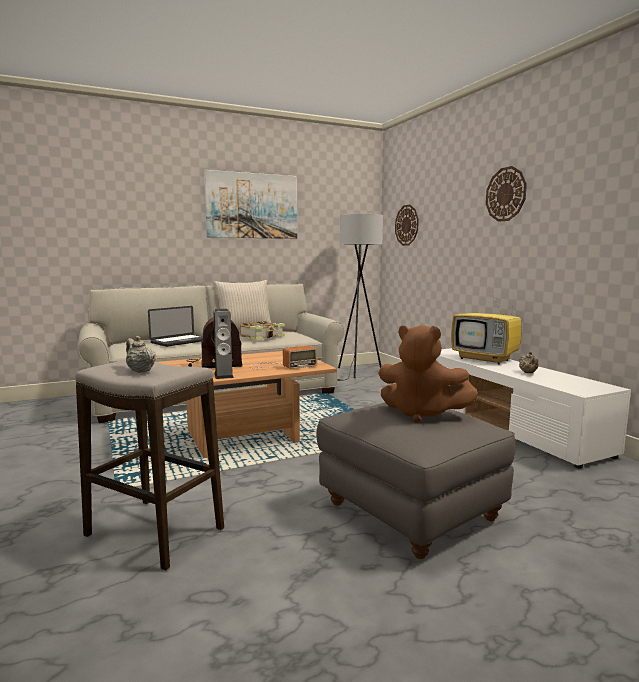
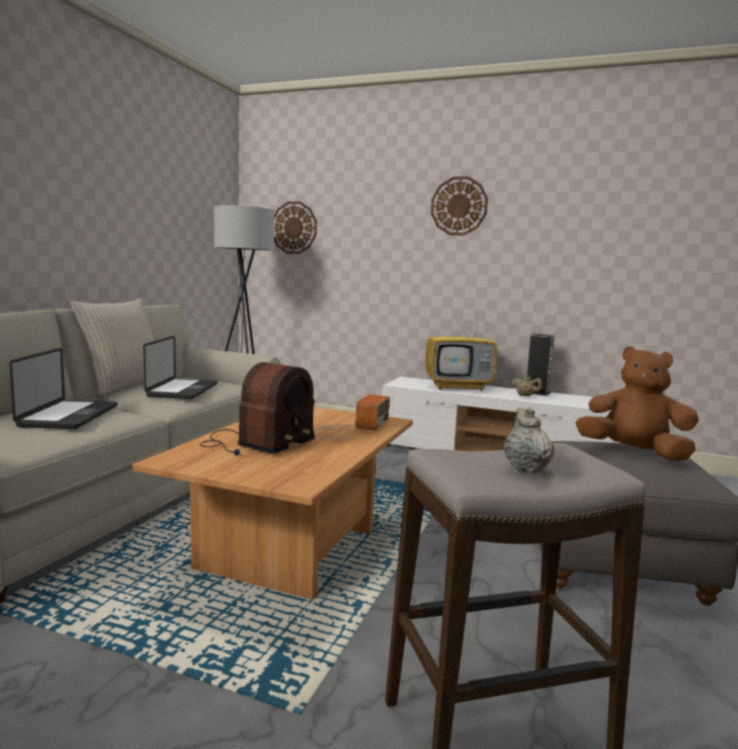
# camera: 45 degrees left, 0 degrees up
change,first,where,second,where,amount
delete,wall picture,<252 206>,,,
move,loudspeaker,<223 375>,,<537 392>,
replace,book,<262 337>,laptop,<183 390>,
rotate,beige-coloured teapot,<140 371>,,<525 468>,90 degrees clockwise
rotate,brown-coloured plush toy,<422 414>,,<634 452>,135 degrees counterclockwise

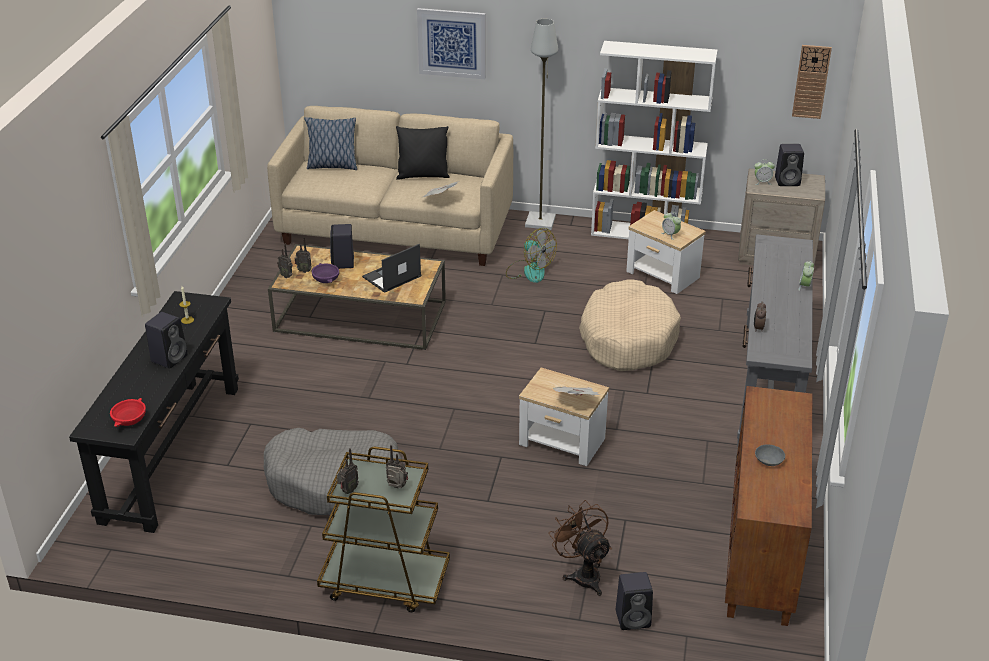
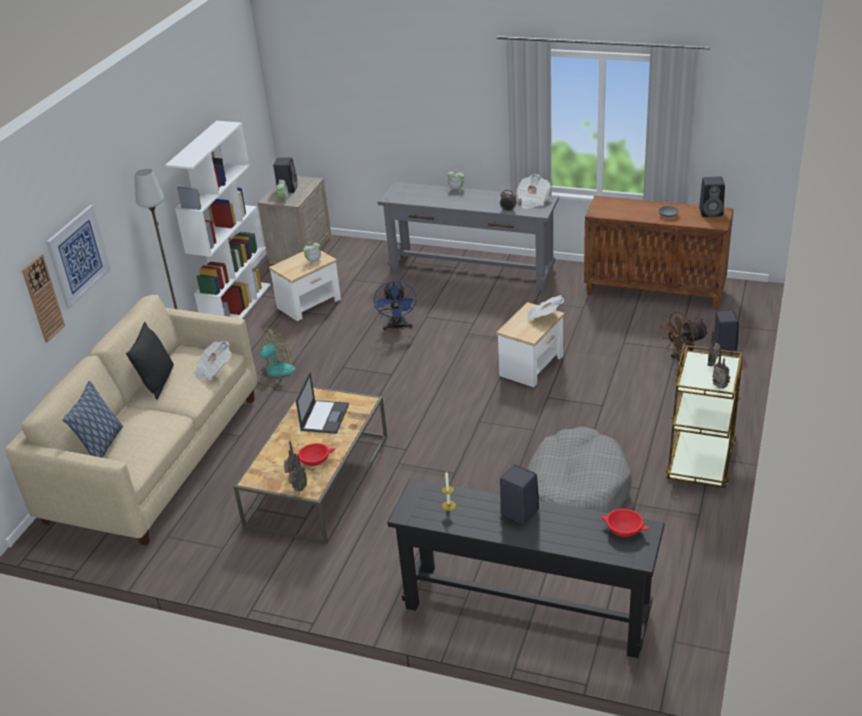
# camera: 80 degrees left, 0 degrees up
change,first,where,second,where,amount
insert,,,printed paper,<532 201>,
move,blackish loudspeaker,<343 263>,,<711 212>,
move,wall clock,<811 81>,,<43 298>,
replace,beige-coloured dog cushion,<628 338>,blue fan,<397 327>,
recolor,purple serving bowl,<325 279>,red serving bowl,<314 461>,
rotate,laptop,<391 277>,,<325 417>,135 degrees counterclockwise

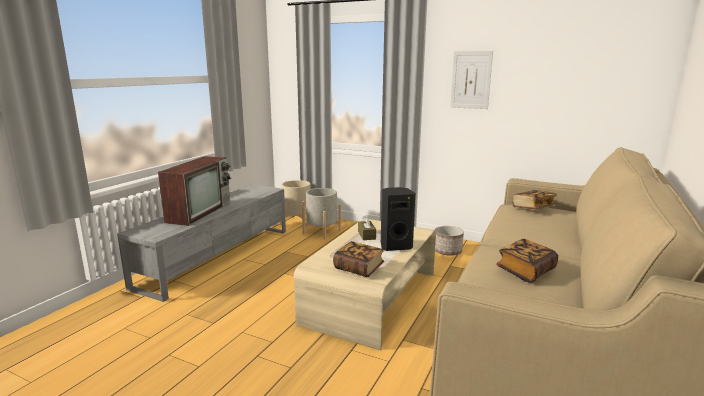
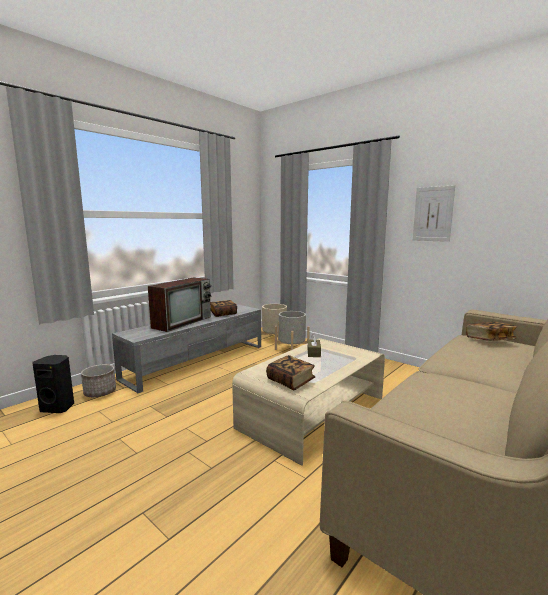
# camera: 15 degrees right, 5 degrees down
change,first,where,second,where,amount
move,blackish loudspeaker,<395 246>,,<58 407>,
move,flower pot,<447 251>,,<100 392>,
move,book,<525 271>,,<223 314>,

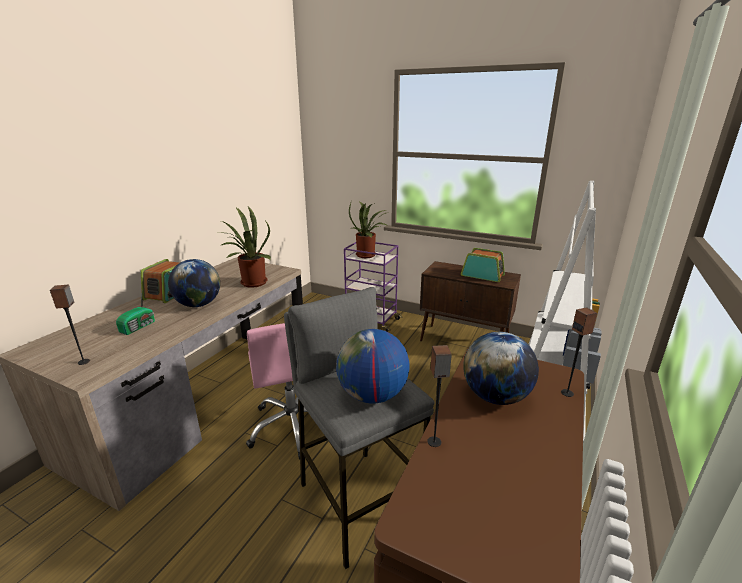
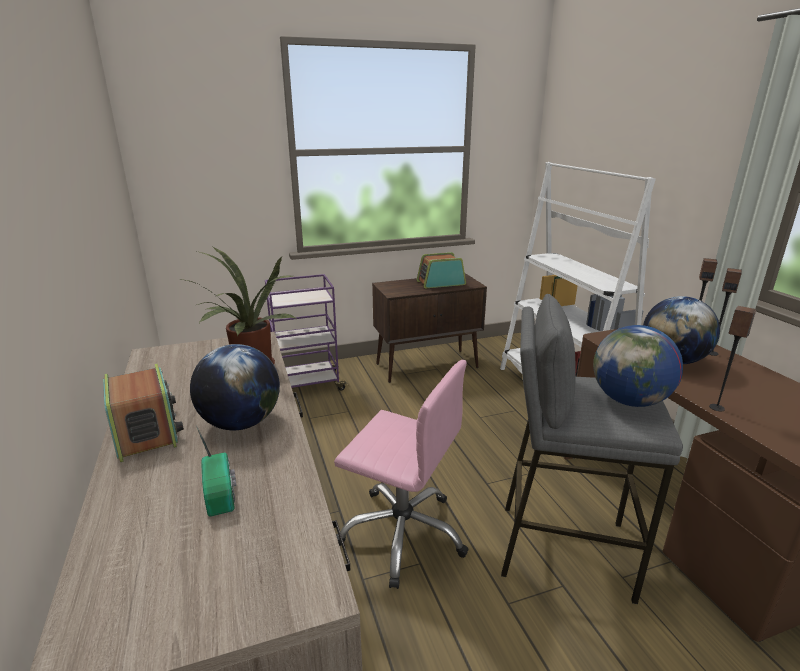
# camera: 45 degrees left, 0 degrees up
change,first,where,second,where,amount
delete,potted plant,<368 255>,,,
move,loudspeaker,<84 362>,,<712 353>,

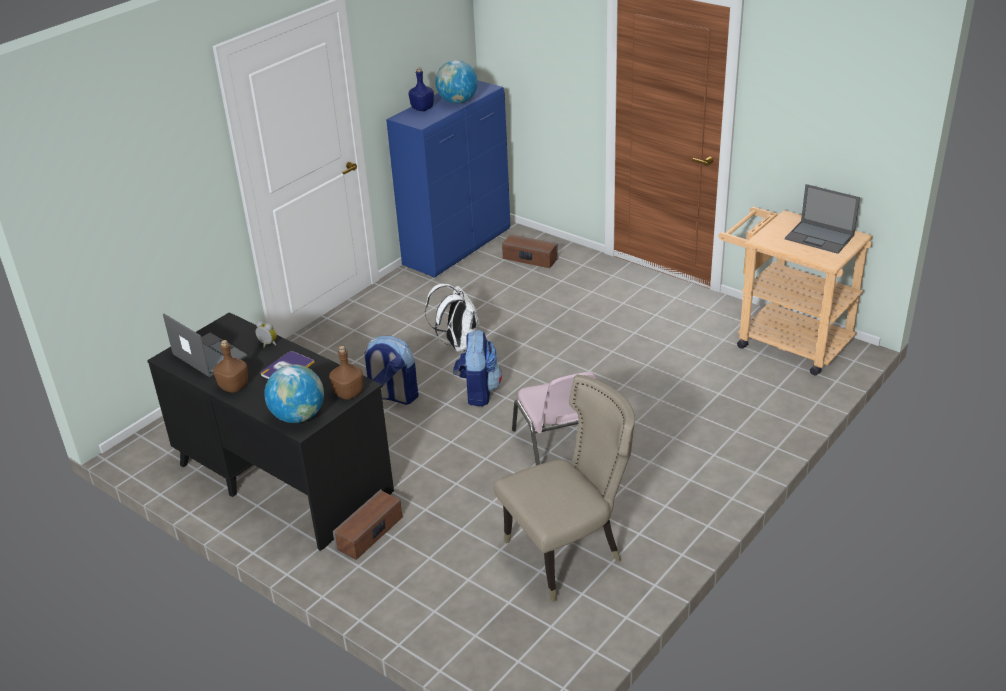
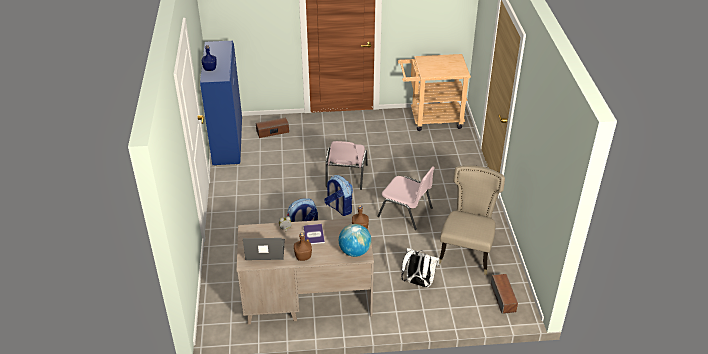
# camera: 45 degrees left, 5 degrees up
change,first,where,second,where,amount
delete,world globe,<457 102>,,,
delete,laptop,<820 237>,,,
insert,,,pinkish plain chair,<345 176>,
move,loudspeaker,<370 533>,,<503 298>,
move,white-coloured knapsack,<458 344>,,<418 282>,
recolor,blackish desk,<281 478>,beige-coloured desk,<307 298>,

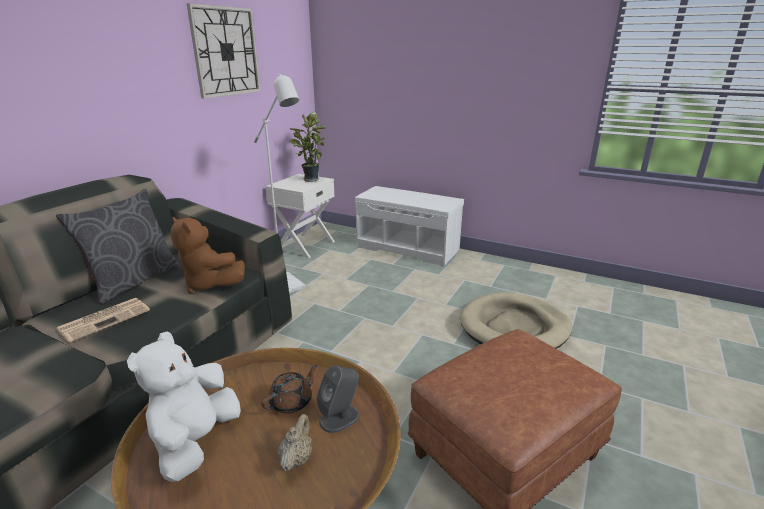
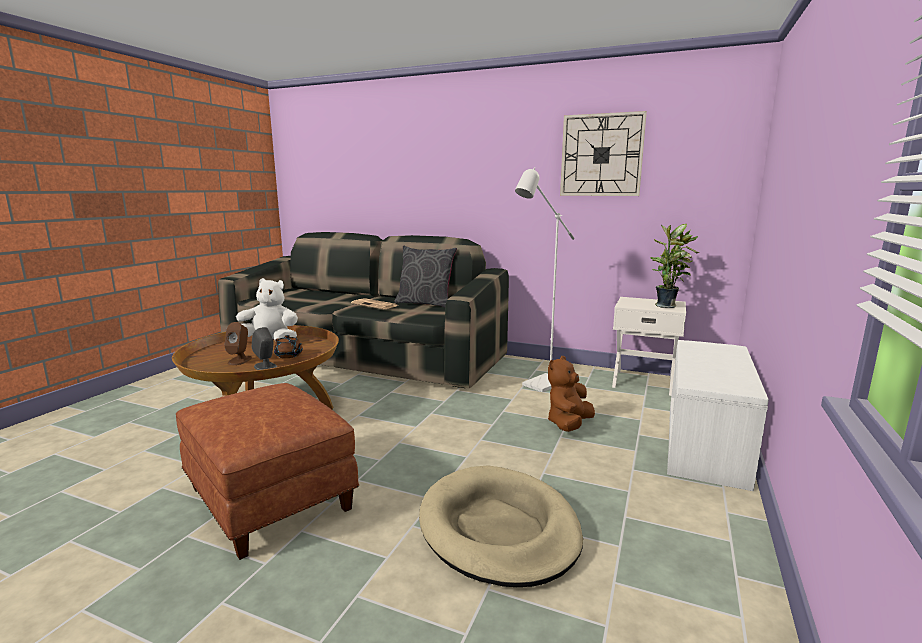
# camera: 85 degrees right, 10 degrees down
change,first,where,second,where,amount
move,brown-coloured plush toy,<209 284>,,<568 424>,
replace,beige-coloured teapot,<296 459>,brown-coloured loudspeaker,<240 360>,

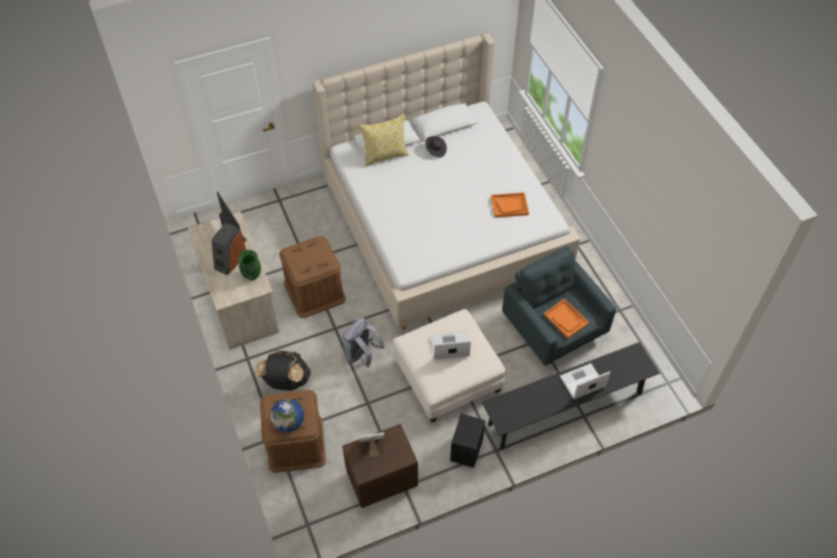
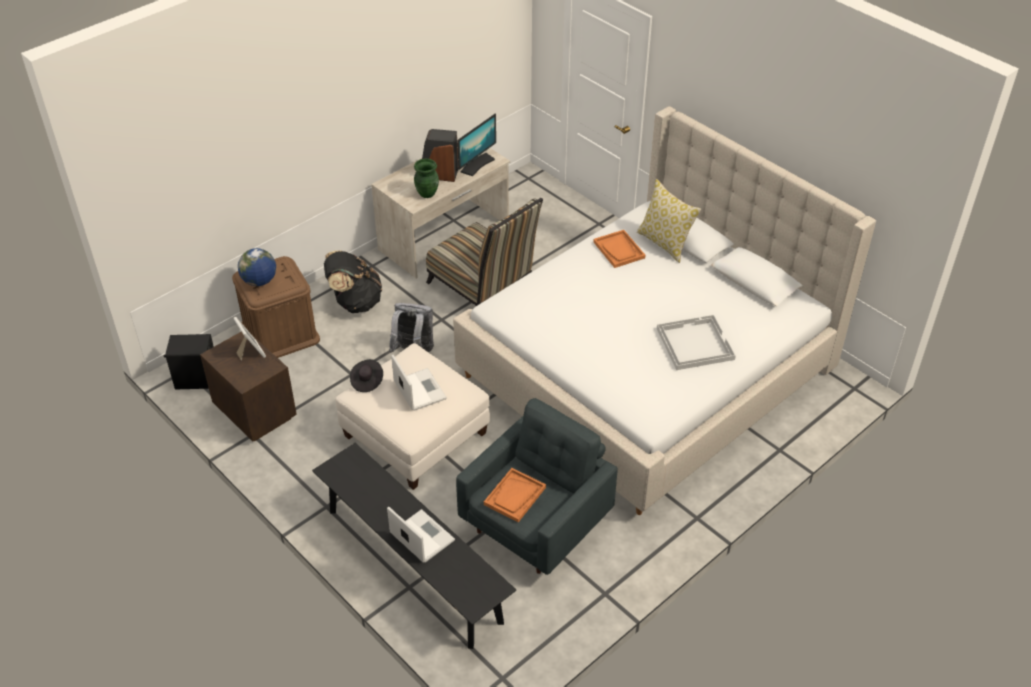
# camera: 70 degrees right, 10 degrees down
change,first,where,second,where,amount
insert,,,white-coloured tray,<694 343>,
move,blackish wearable hat,<435 150>,,<367 381>,
move,blackish loudspeaker,<466 450>,,<196 379>,
move,orangey tray,<509 205>,,<619 250>,
replace,brown-coloured storage bin,<314 291>,plain chair,<484 289>,

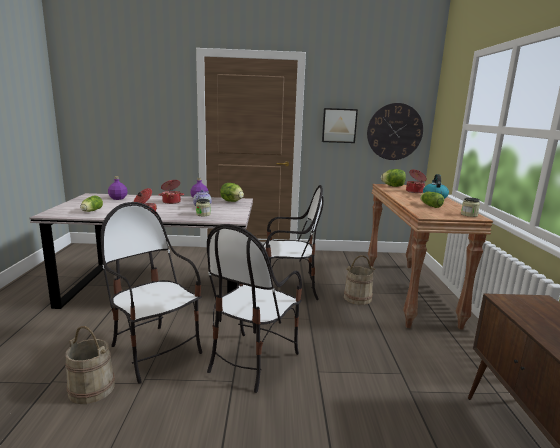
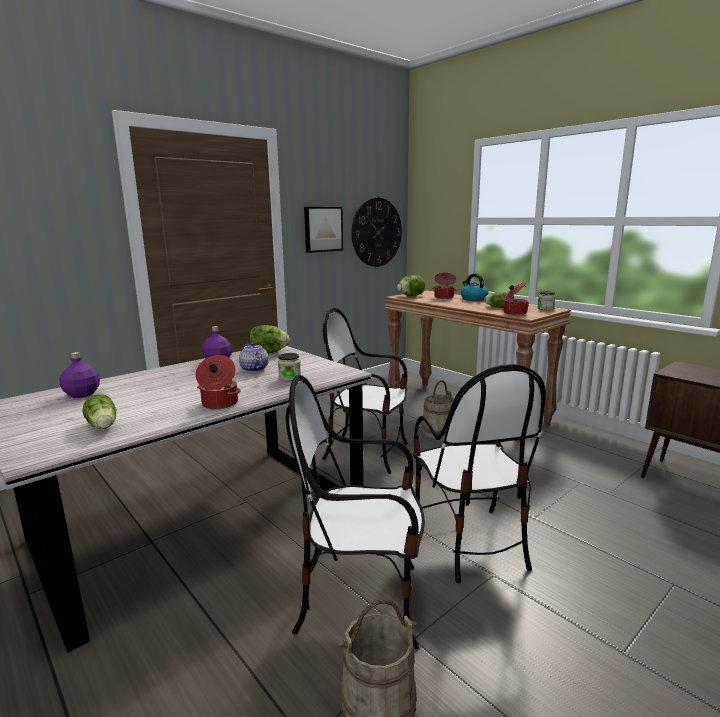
# camera: 40 degrees left, 0 degrees up
change,first,where,second,where,amount
move,cooking pot,<171 202>,,<514 313>,
rotate,plain chair,<288 290>,,<367 452>,120 degrees counterclockwise

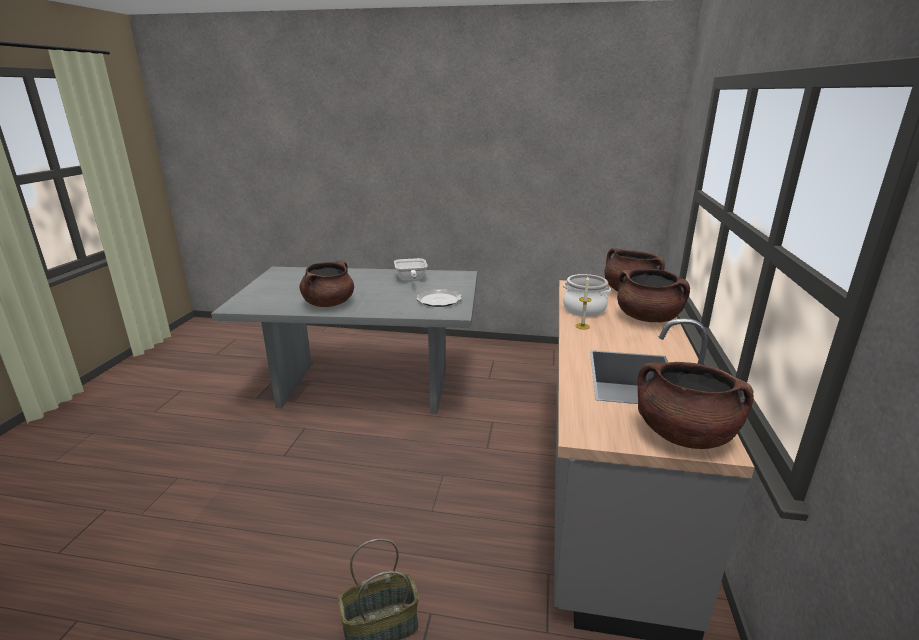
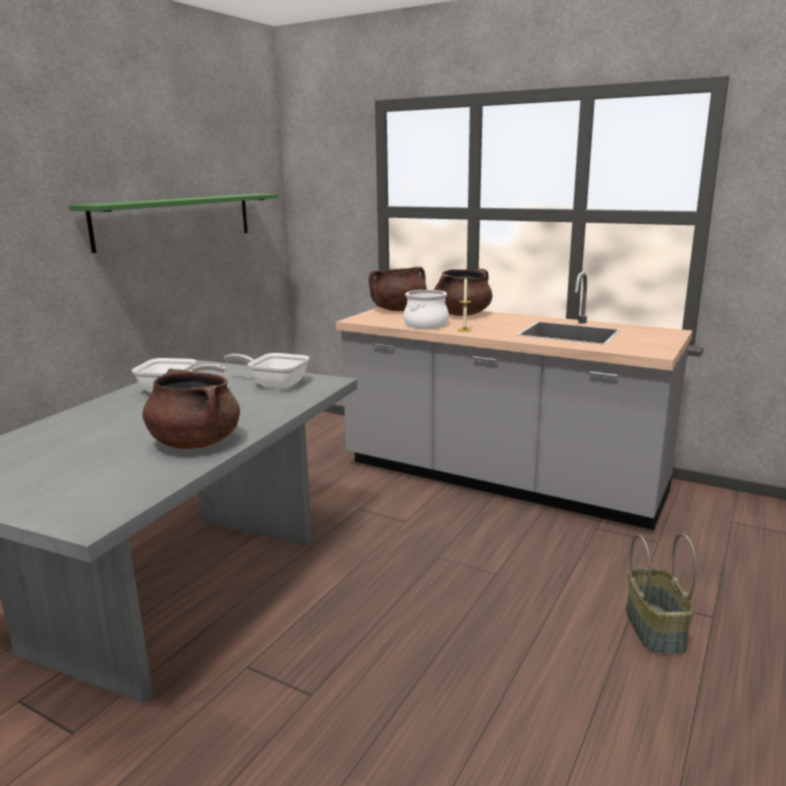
# camera: 70 degrees left, 5 degrees down
change,first,where,second,where,amount
delete,brown-coloured cooking pot,<683 435>,,,
insert,,,green shelf,<176 220>,
replace,plate,<439 300>,pan,<274 384>,

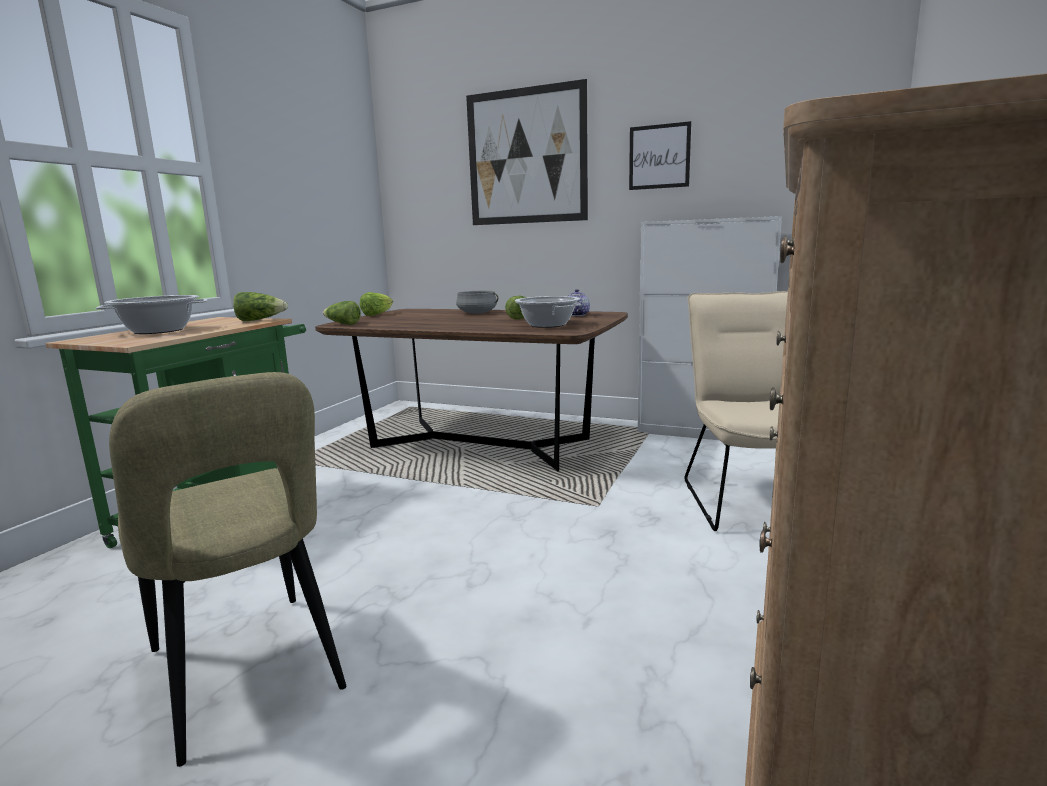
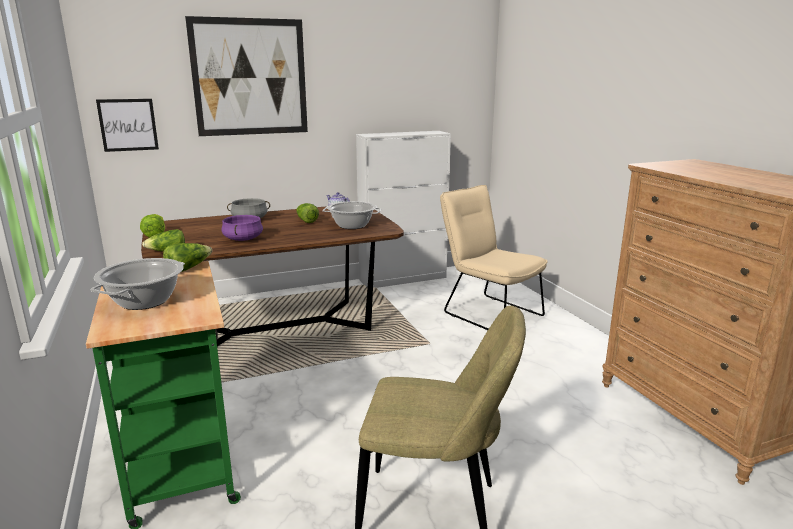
# camera: 45 degrees left, 5 degrees up
change,first,where,second,where,amount
insert,,,purple cooking pot,<243 239>,
move,wall picture,<659 156>,,<128 125>,

